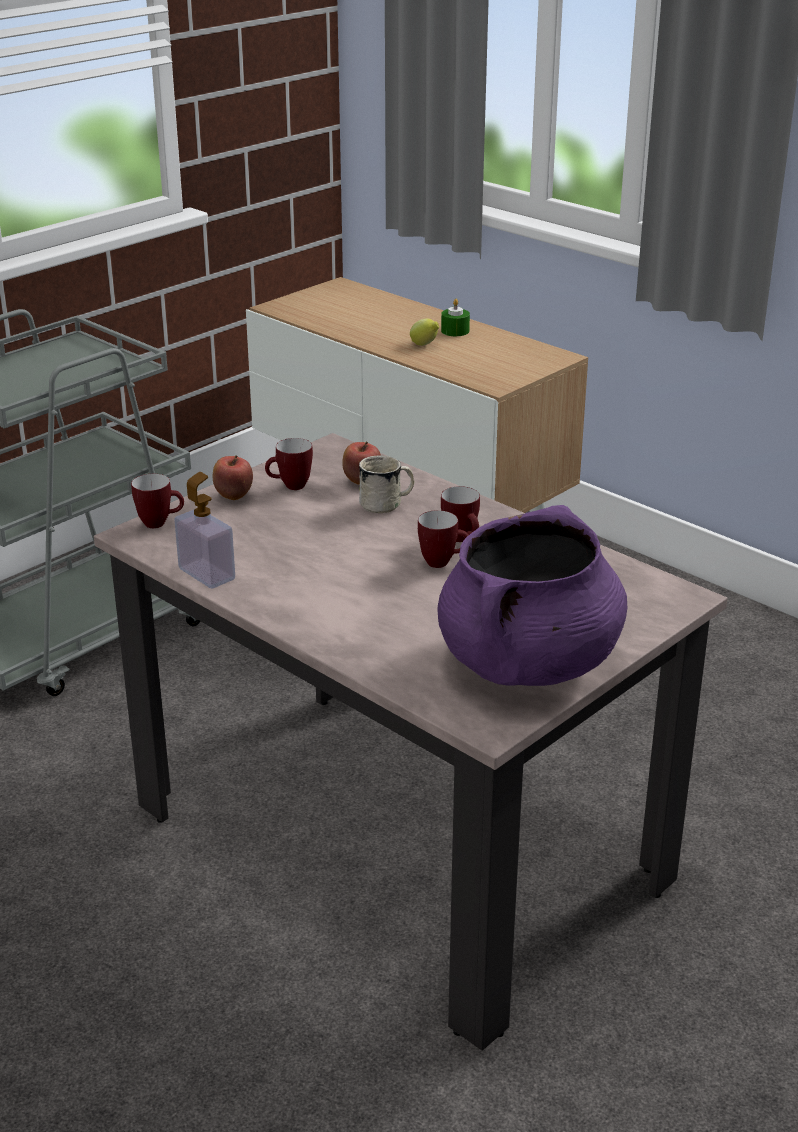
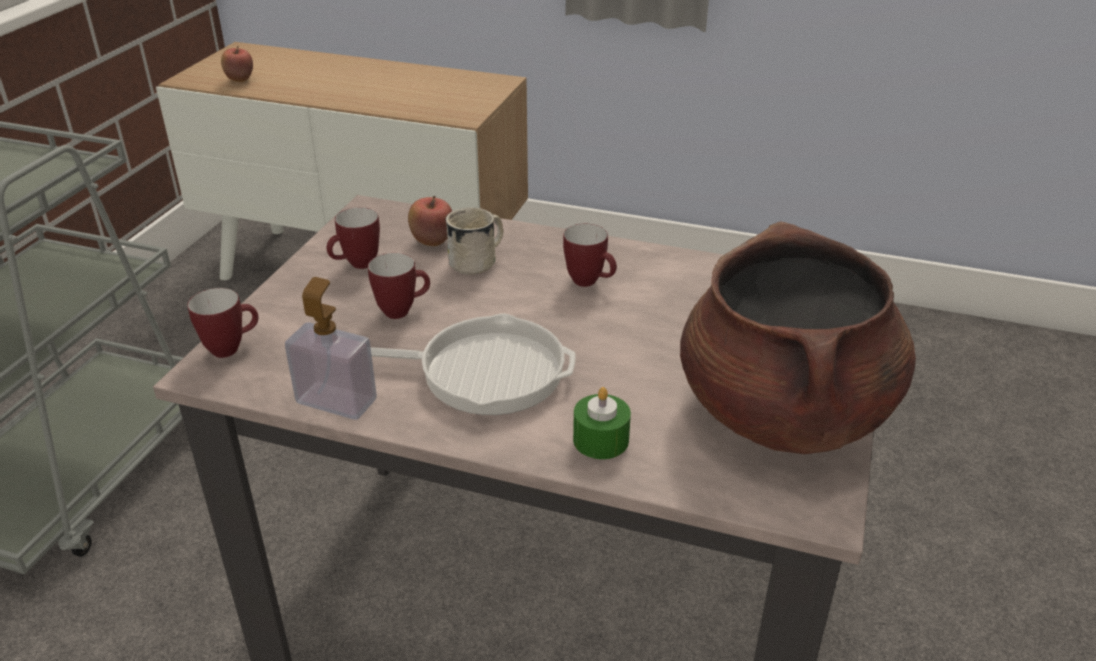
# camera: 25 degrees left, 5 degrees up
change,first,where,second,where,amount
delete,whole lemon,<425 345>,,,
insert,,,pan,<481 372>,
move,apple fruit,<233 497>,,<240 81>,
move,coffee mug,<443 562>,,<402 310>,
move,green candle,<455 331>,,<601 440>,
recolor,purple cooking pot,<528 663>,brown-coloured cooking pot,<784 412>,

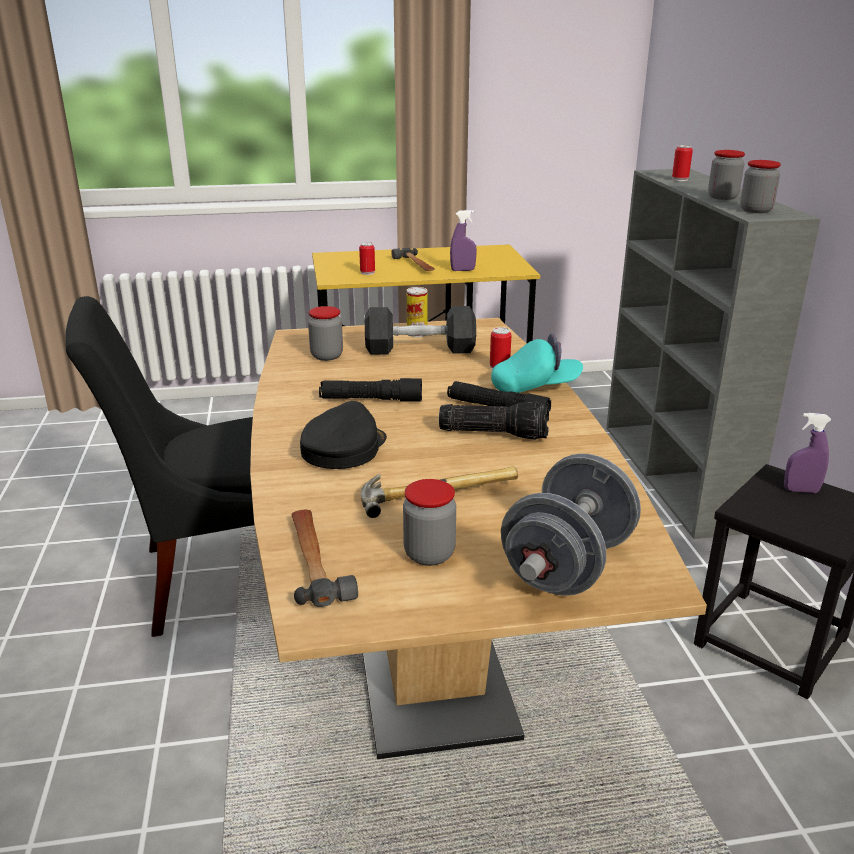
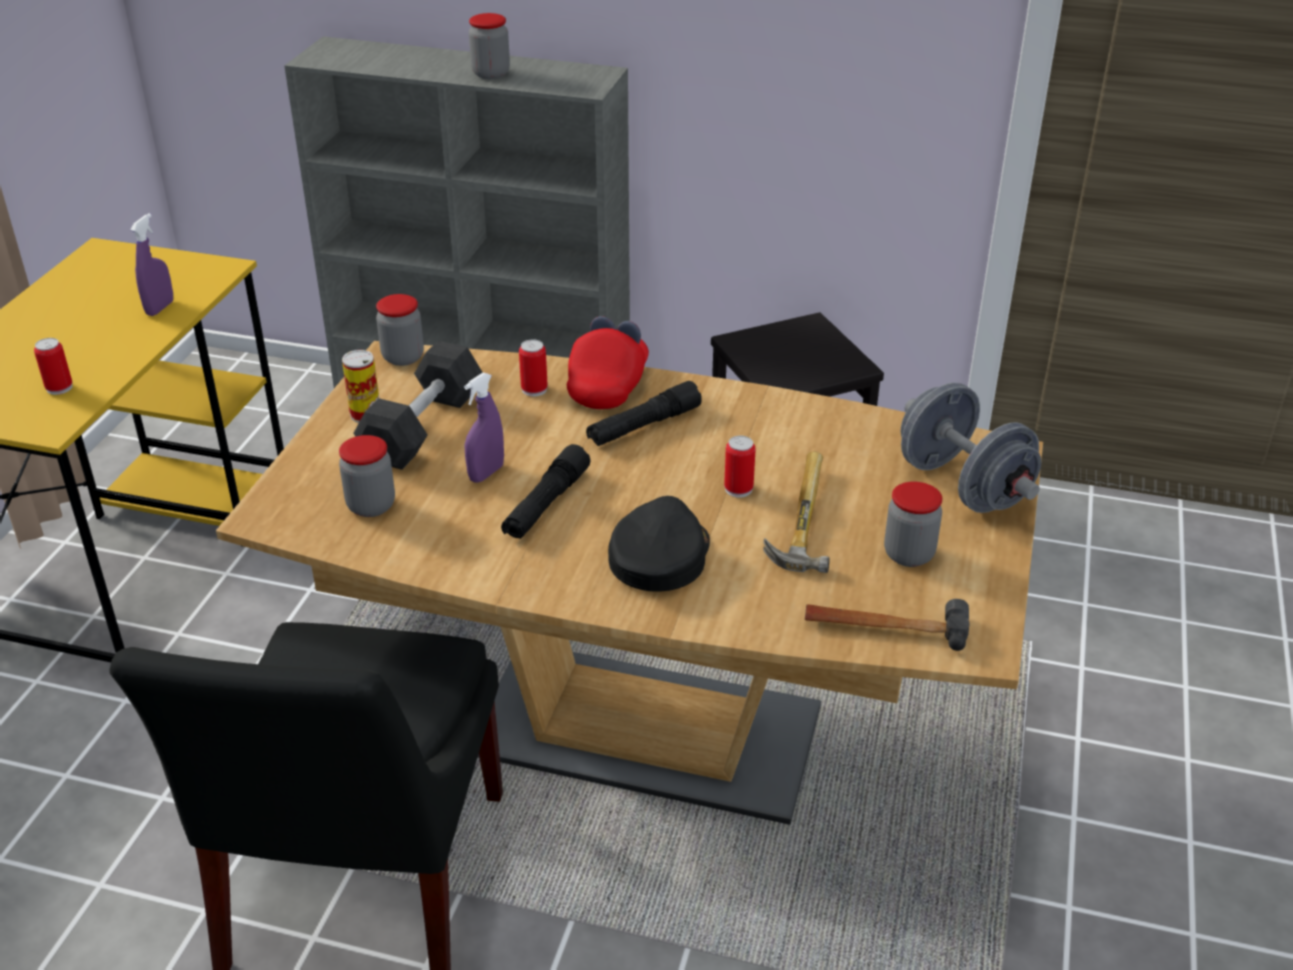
# camera: 65 degrees left, 10 degrees up
change,first,where,second,where,amount
delete,tool hammer,<415 265>,,,
delete,hand torch,<494 433>,,,
move,metal can,<680 179>,,<738 489>,
move,preserve jar,<755 210>,,<403 357>,
move,purple hand sprayer,<801 490>,,<486 473>,
recolor,blue-green cap,<535 387>,red cap,<608 384>,
rotate,blackish cap,<343 448>,,<659 555>,60 degrees clockwise

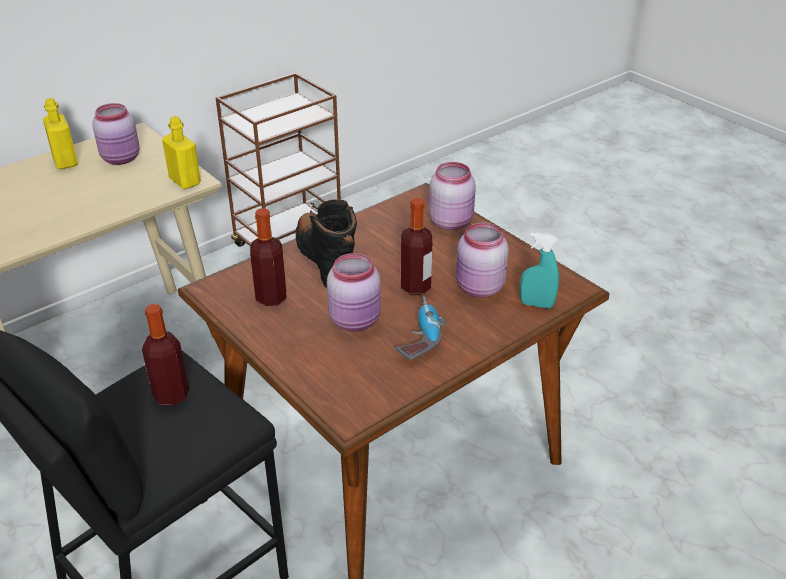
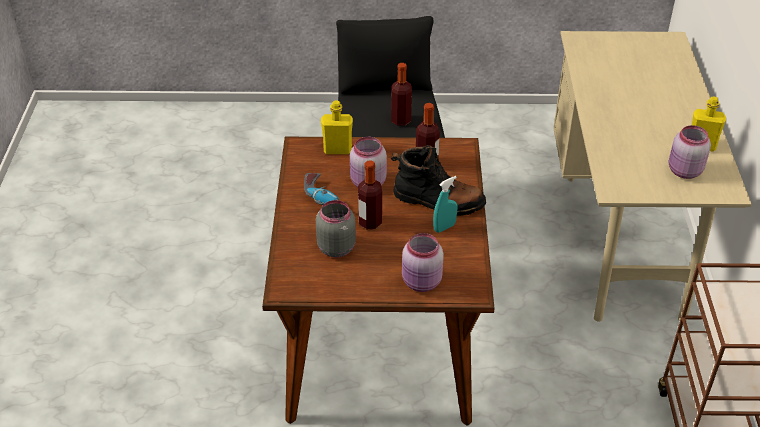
# camera: 130 degrees right, 5 degrees up
change,first,where,second,where,amount
move,yellow drink bottle,<185 181>,,<337 150>,
move,blue-green hand sprayer,<536 304>,,<444 227>,
recolor,pinkish preserve jar,<478 288>,gray preserve jar,<336 247>,

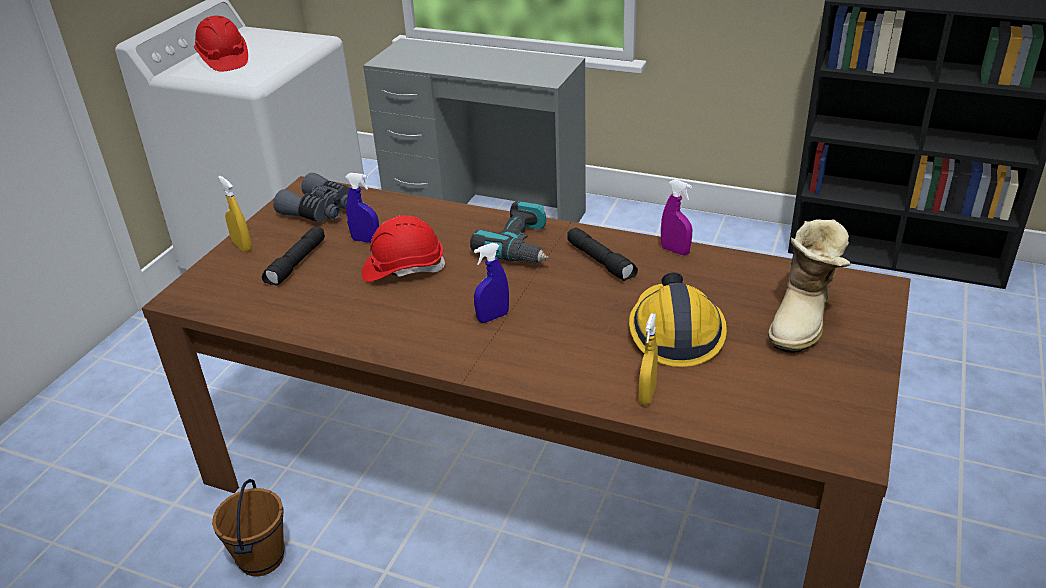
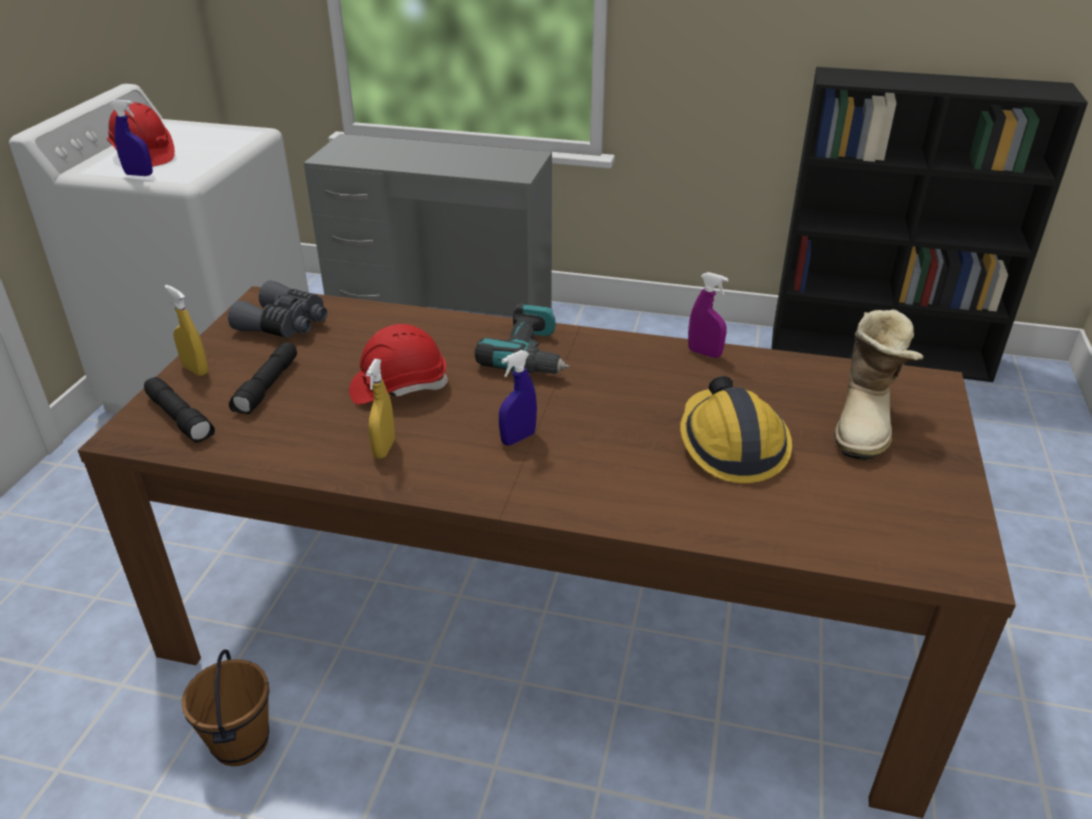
# camera: 10 degrees left, 0 degrees up
change,first,where,second,where,amount
move,blue hand sprayer,<366 240>,,<139 174>,
move,blackish hand torch,<601 261>,,<181 418>,
move,yellow hand sprayer,<647 395>,,<384 449>,

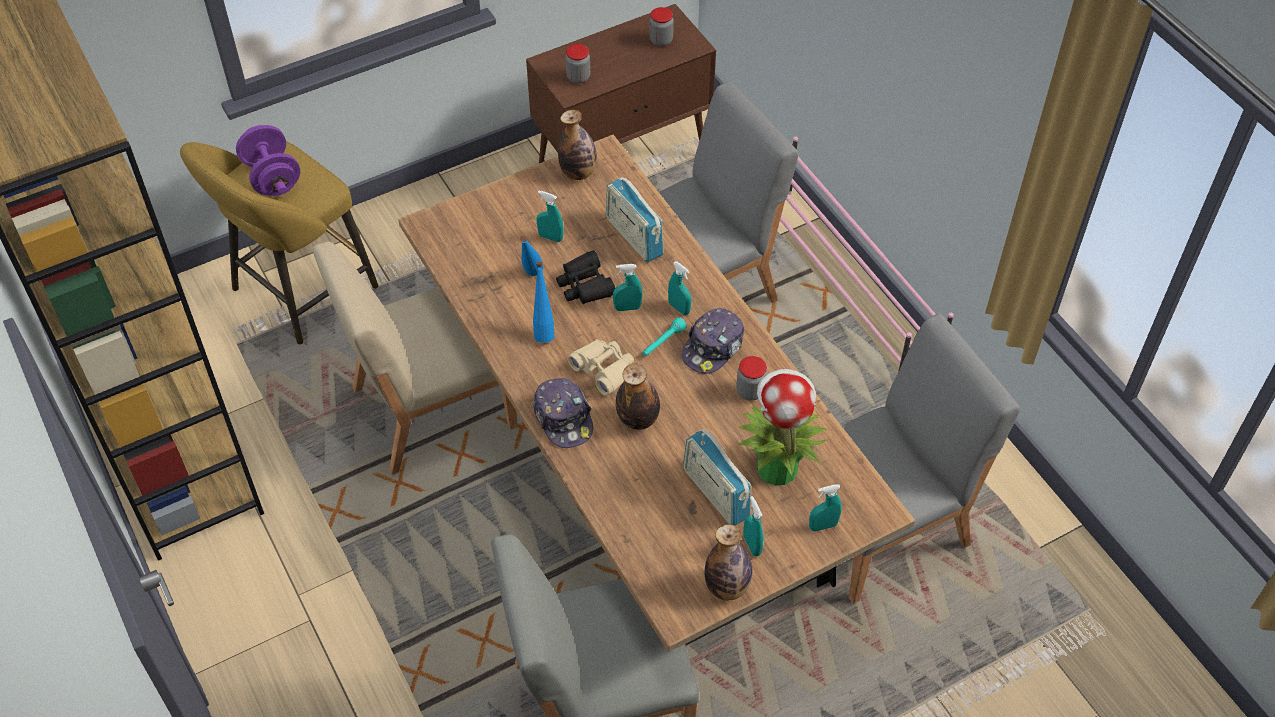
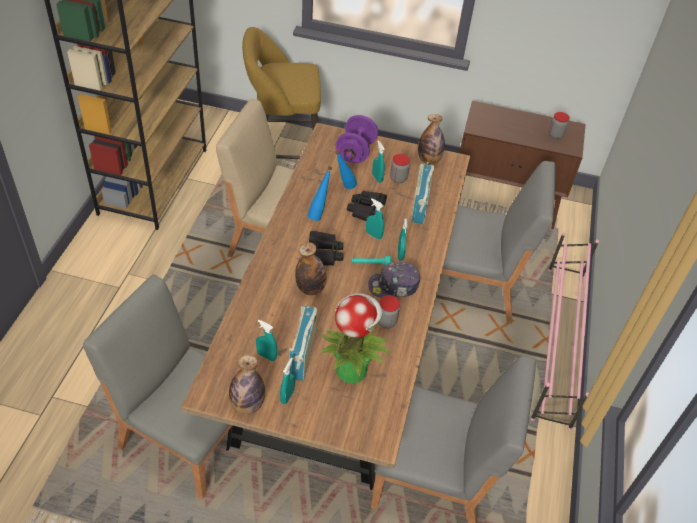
# camera: 40 degrees right, 5 degrees down
change,first,where,second,where,amount
delete,cap,<563 418>,,,
move,purple free weight,<272 178>,,<355 152>,
move,preserve jar,<578 77>,,<398 178>,
move,blue-green hand sprayer,<823 526>,,<266 356>,
recolor,beige-coloured binoculars,<604 370>,blackish binoculars,<324 253>,

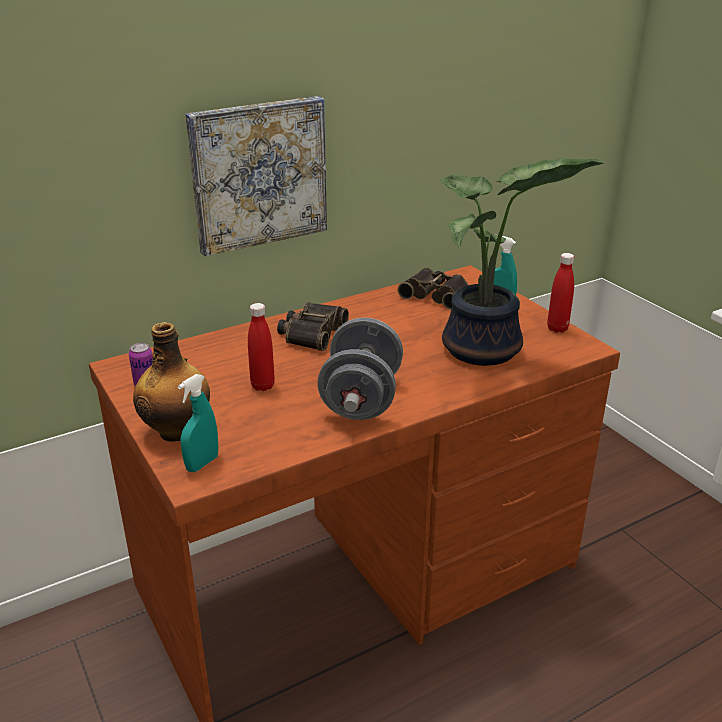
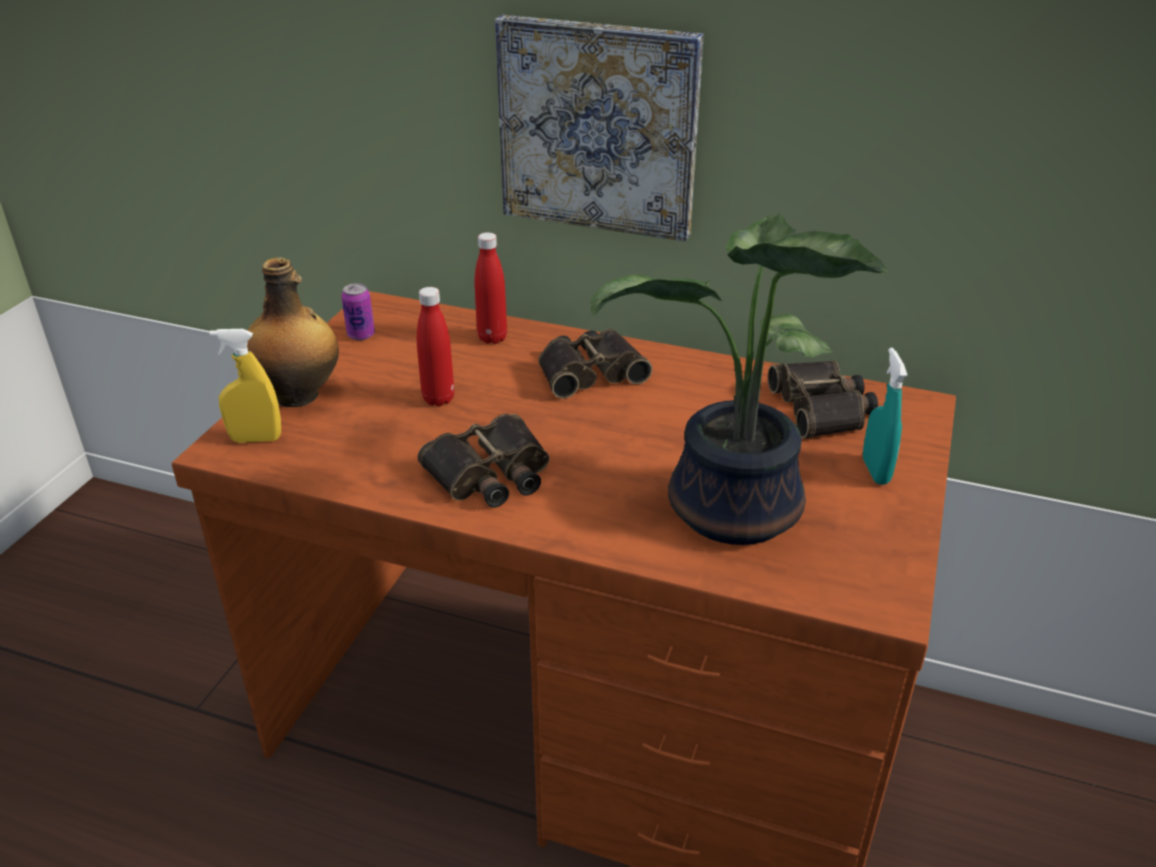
# camera: 50 degrees right, 5 degrees up
change,first,where,second,where,amount
move,red drink bottle,<557 328>,,<492 338>,
replace,gray free weight,<361 399>,binoculars,<490 474>,
recolor,blue-green hand sprayer,<202 463>,yellow hand sprayer,<256 439>,

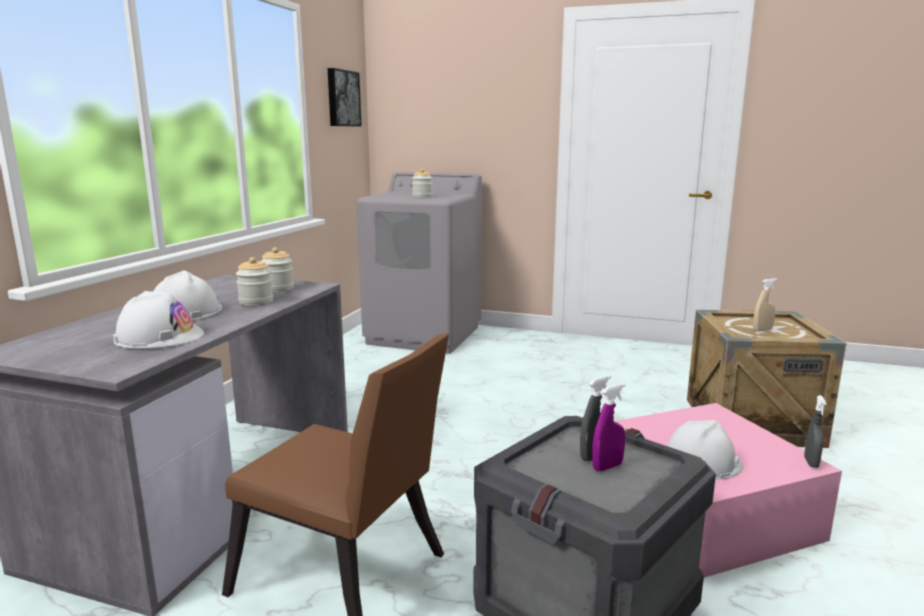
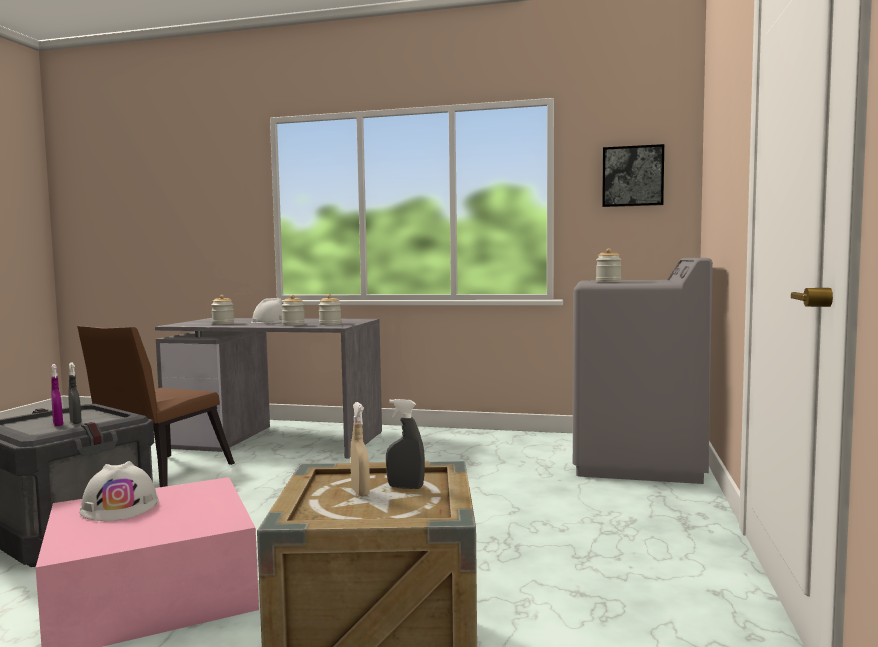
# camera: 85 degrees right, 10 degrees down
change,first,where,second,where,amount
move,gray hand sprayer,<811 462>,,<405 487>,
replace,white-coloured hard hat,<159 337>,preserve jar,<223 323>,

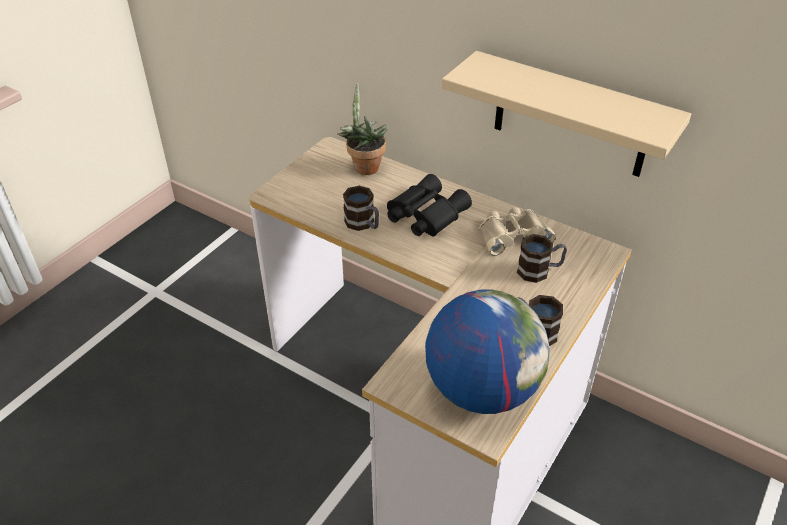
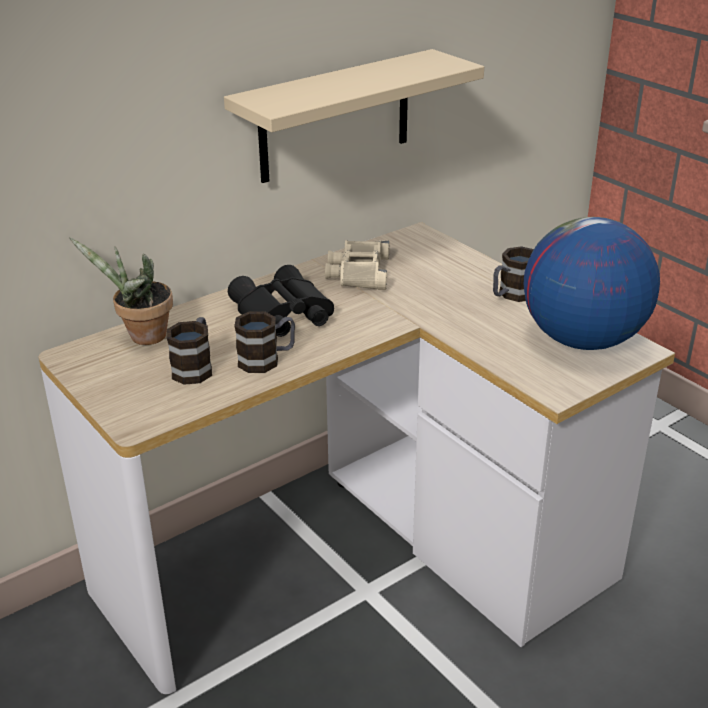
# camera: 70 degrees left, 10 degrees down
change,first,where,second,where,amount
move,coffee mug,<539 271>,,<195 367>,

